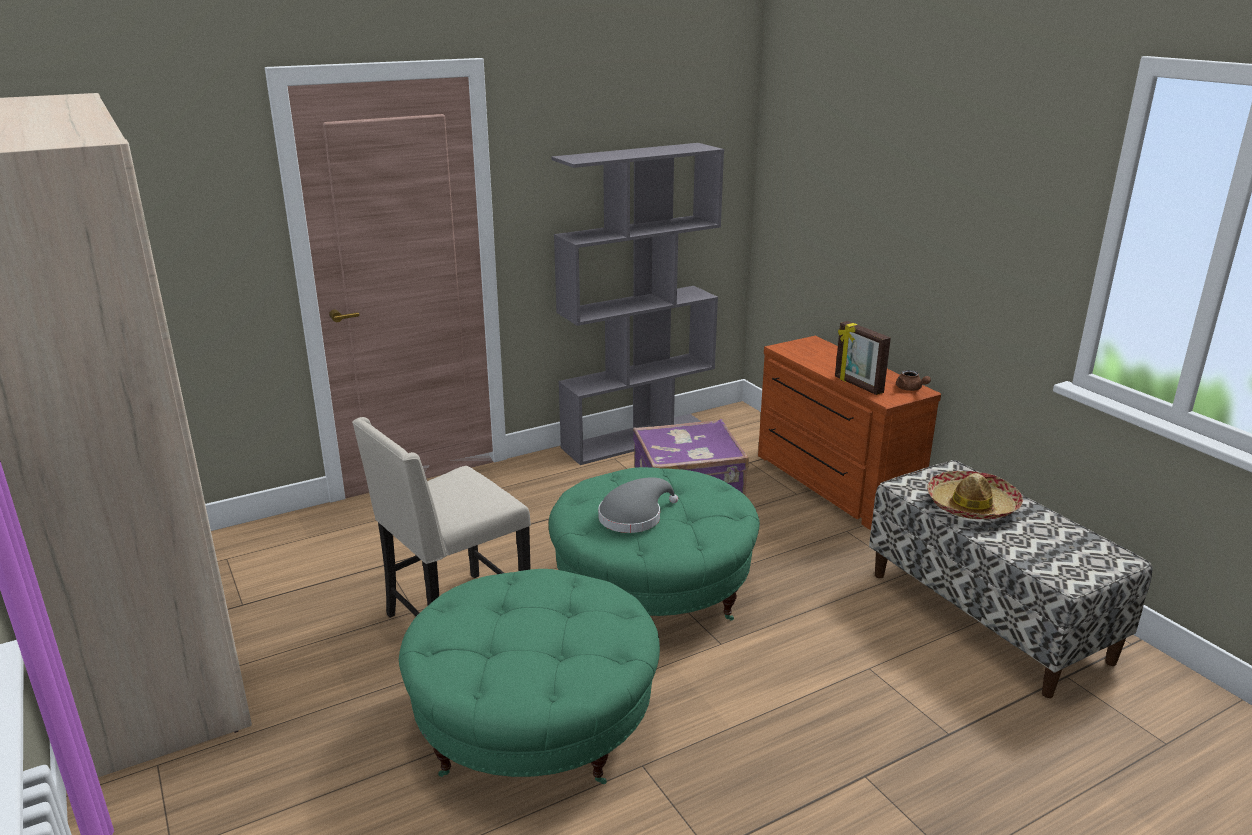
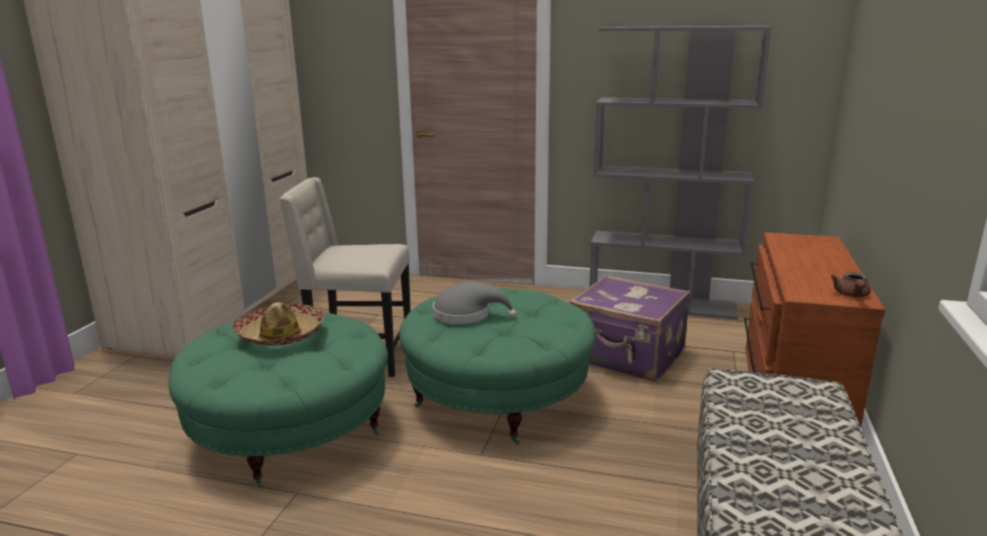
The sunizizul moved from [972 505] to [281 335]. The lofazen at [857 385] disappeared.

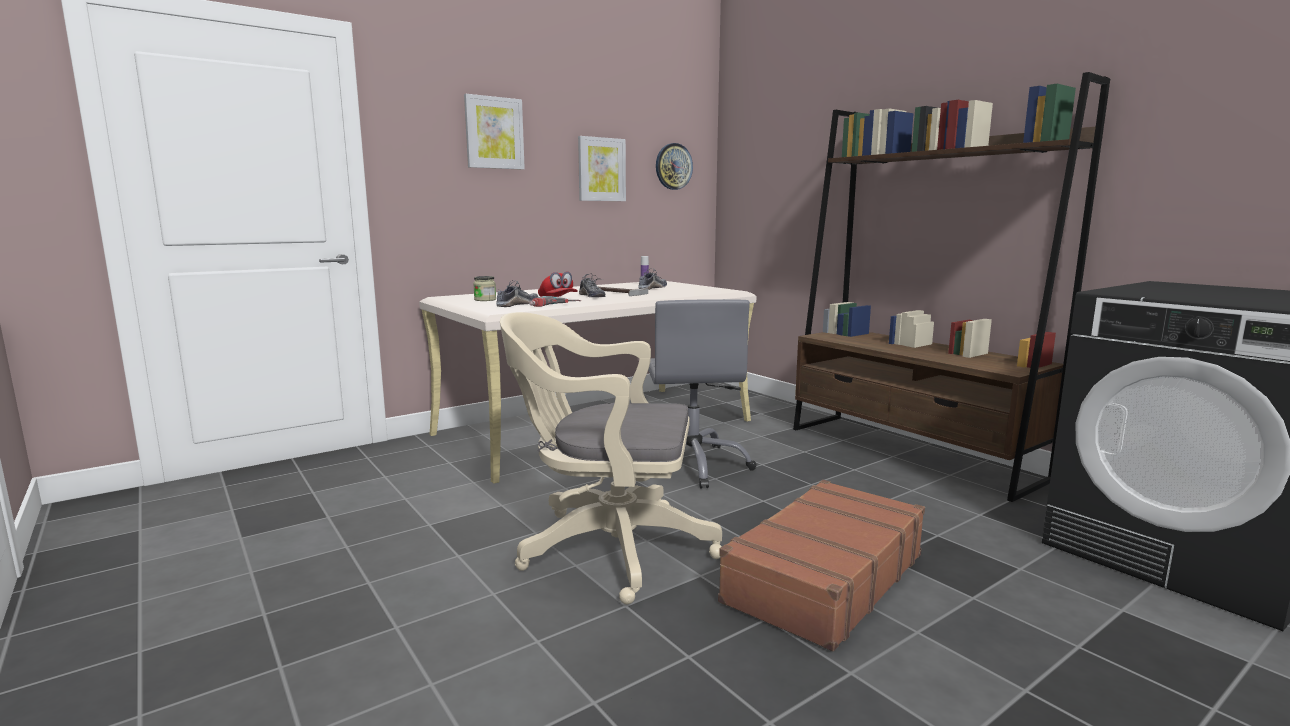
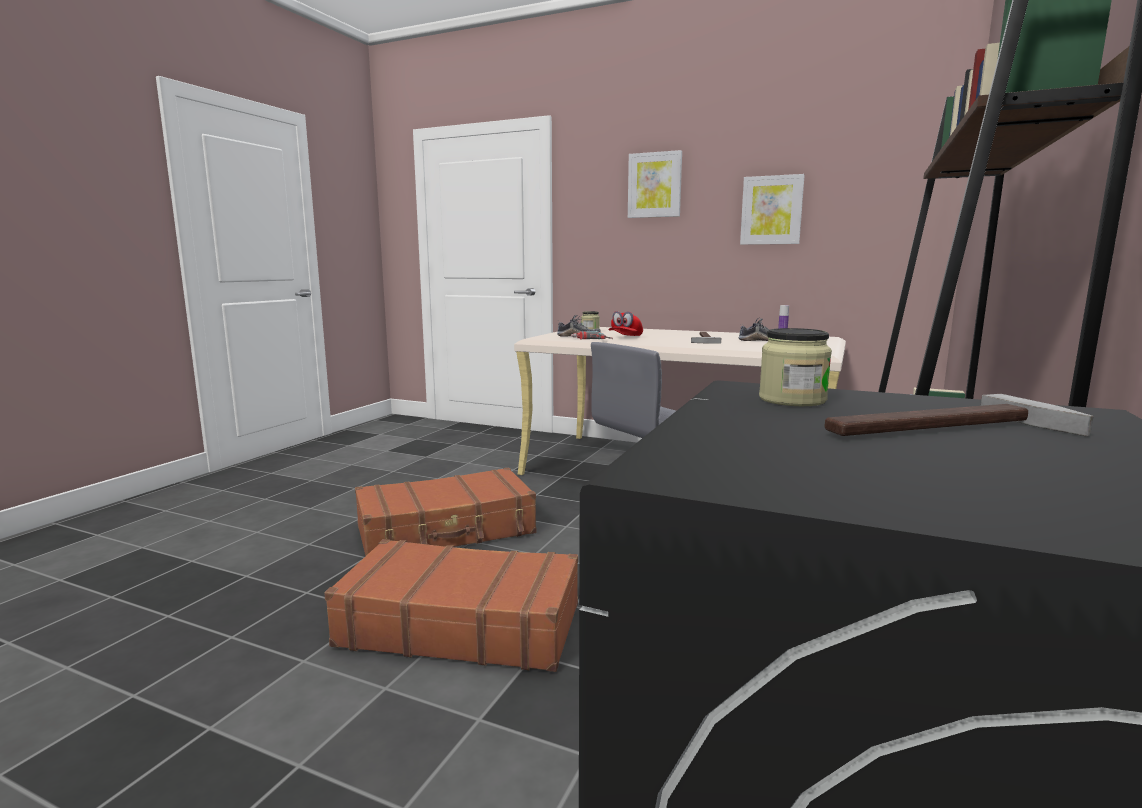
The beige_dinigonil at [606 548] was replaced by the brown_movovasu at [447 531]. The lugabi at [792 400] appeared. The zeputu at [948 431] appeared. The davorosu at [592 296] disappeared. The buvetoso at [673 166] disappeared.

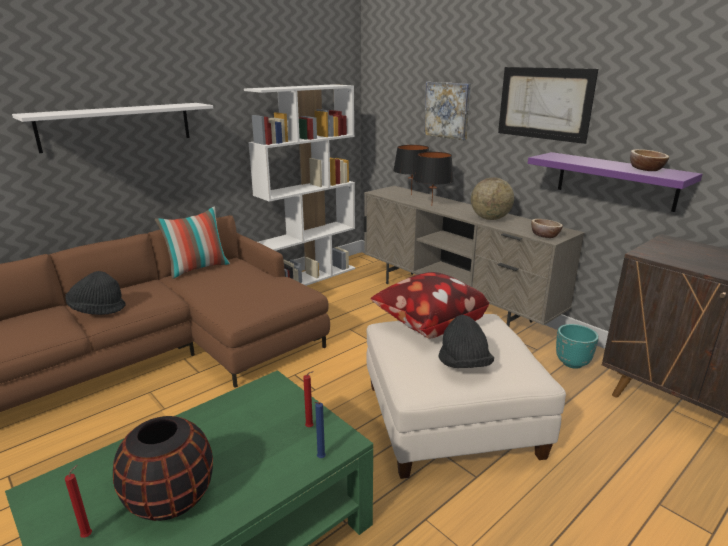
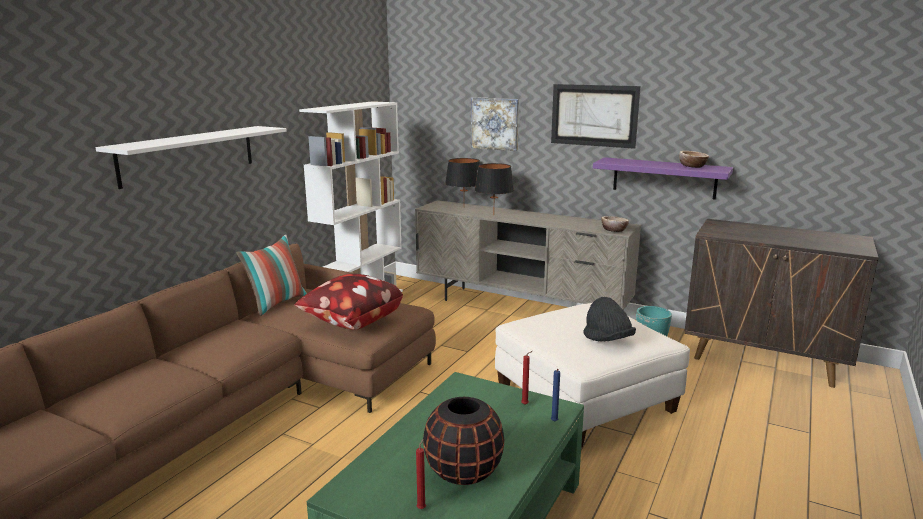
The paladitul moved from [427 325] to [351 322]. The black_sunizizul at [97 309] disappeared. The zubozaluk at [490 218] disappeared.

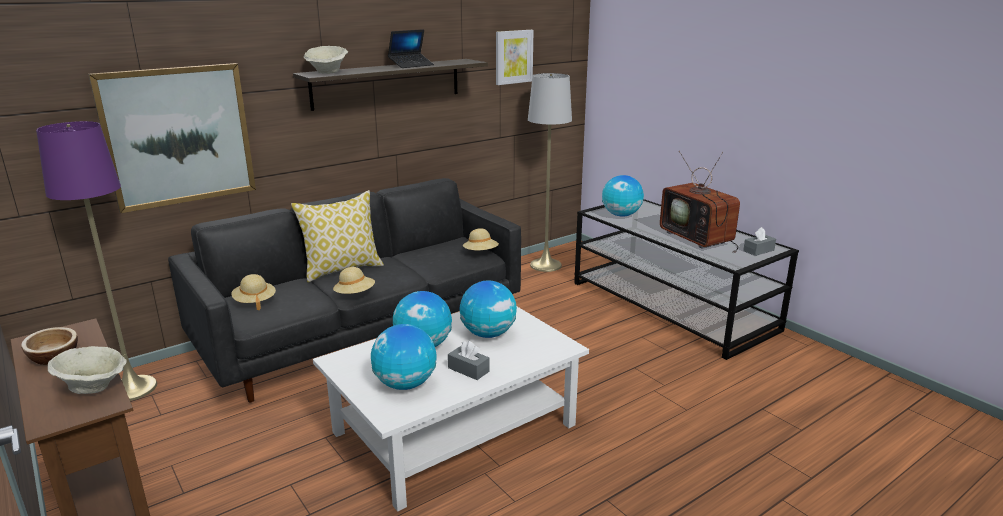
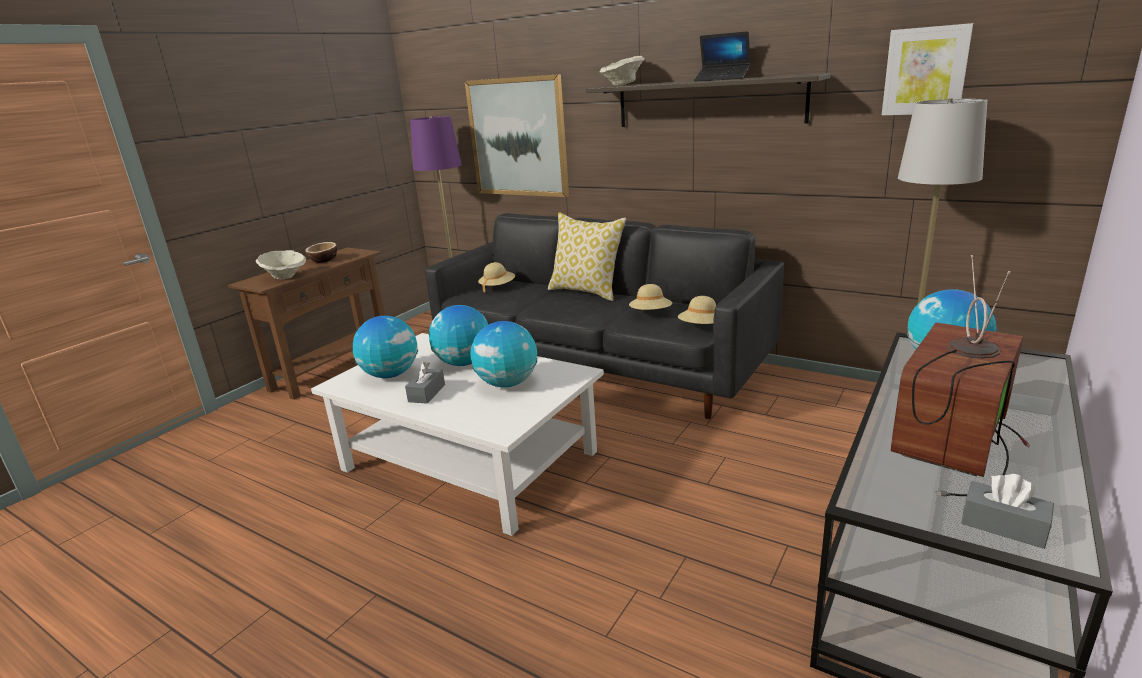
The beige_sunizizul moved from [355 294] to [650 314].

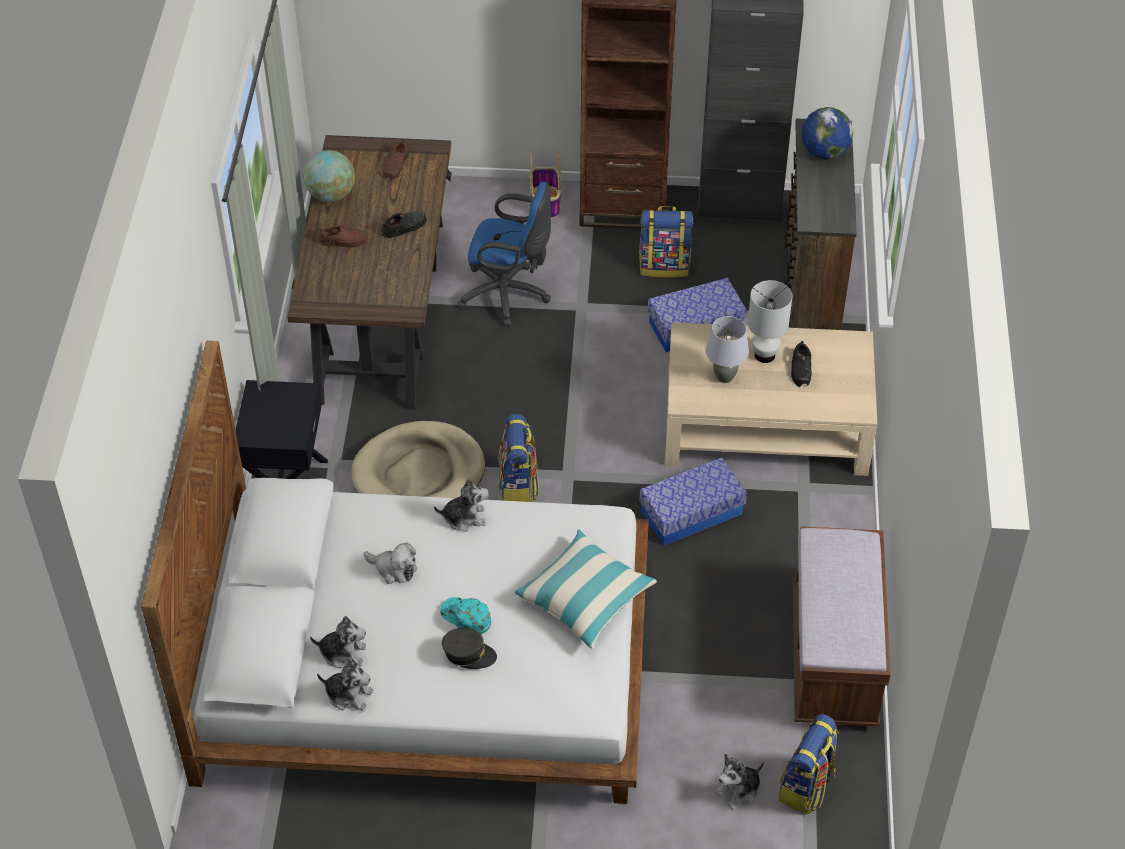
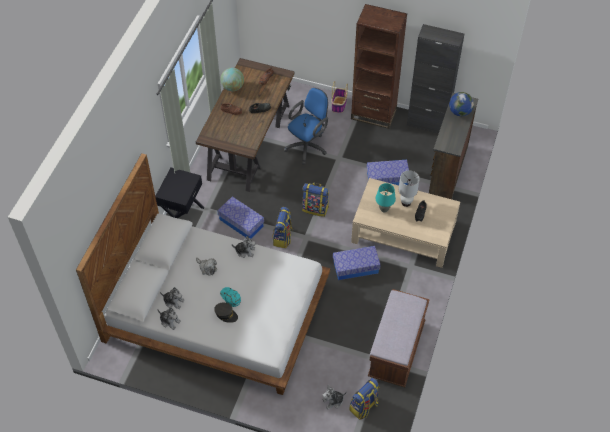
The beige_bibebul at [419 474] was replaced by the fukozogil at [241 223]. The blue_dinigonil at [508 295] turned 75 degrees counterclockwise. The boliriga moved from [664 265] to [315 208]. The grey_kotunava at [724 377] became the turquoise_kotunava at [384 209]. The paladitul at [585 598] disappeared.

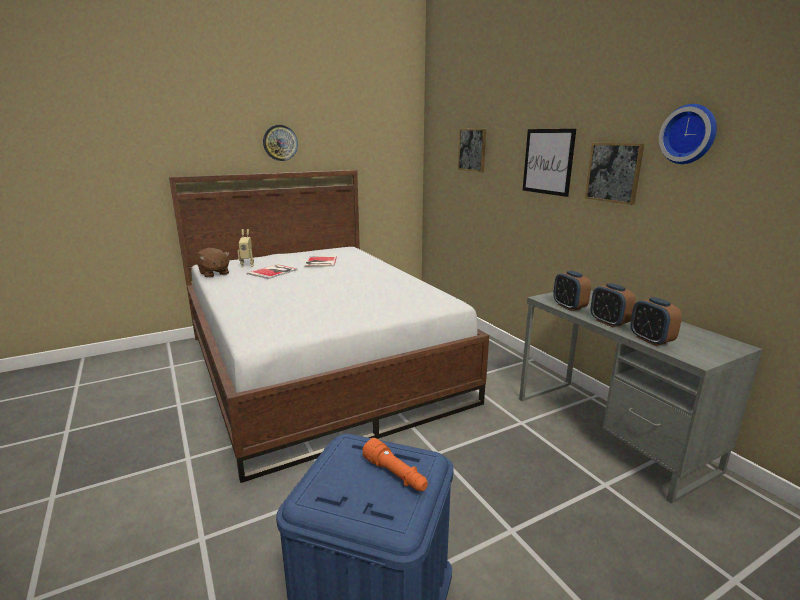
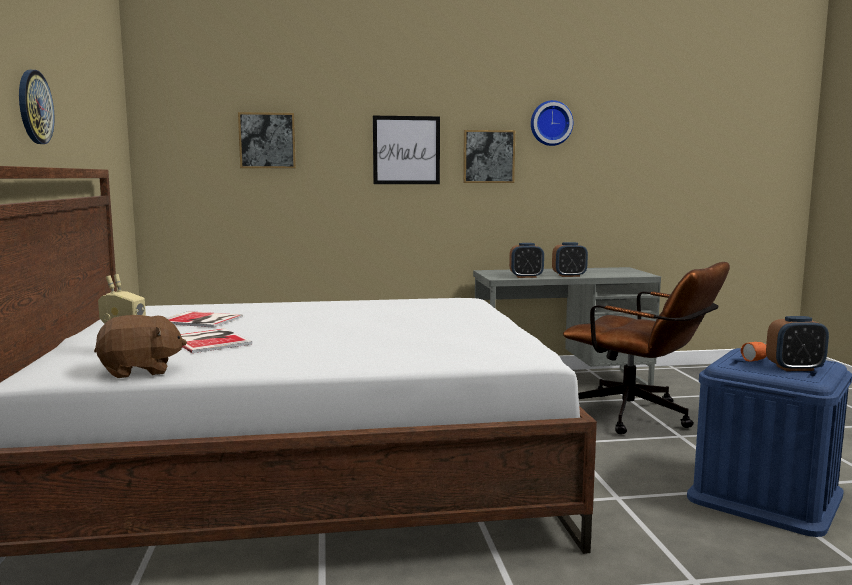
The brown_dinigonil at [639 417] appeared. The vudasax moved from [651 340] to [794 368].

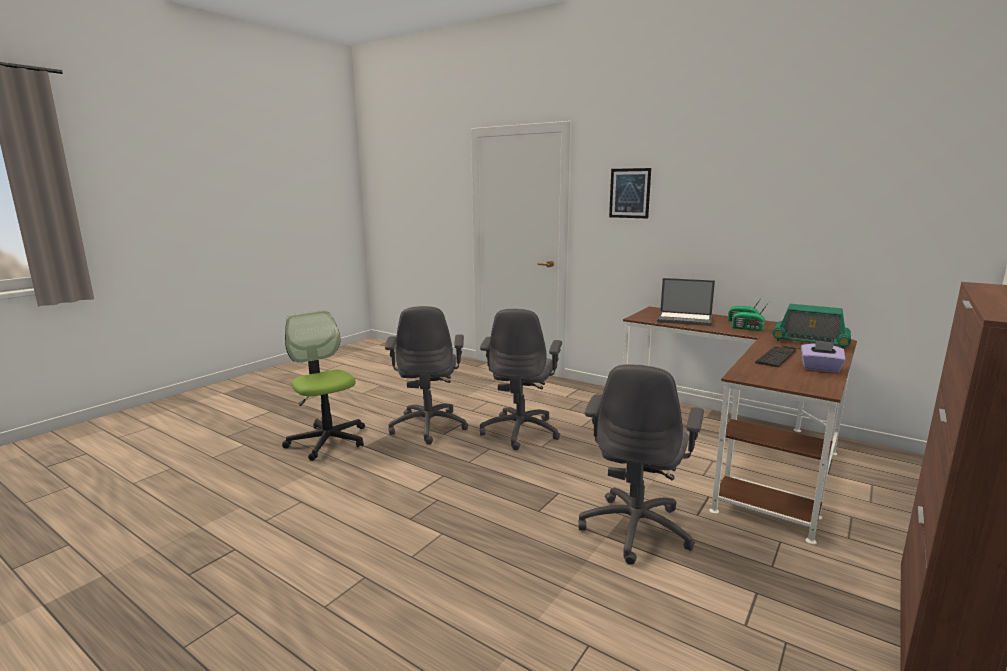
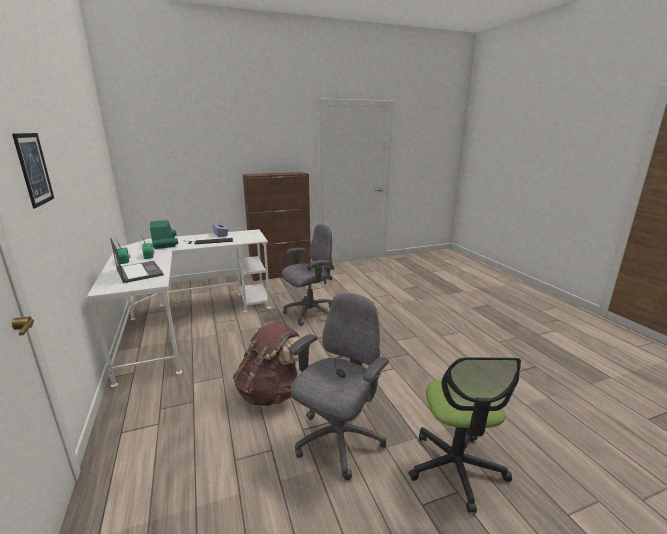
The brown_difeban at [738 448] became the white_difeban at [187 323]. The grey_dinigonil at [521 431] was replaced by the brown_boliriga at [271 392].

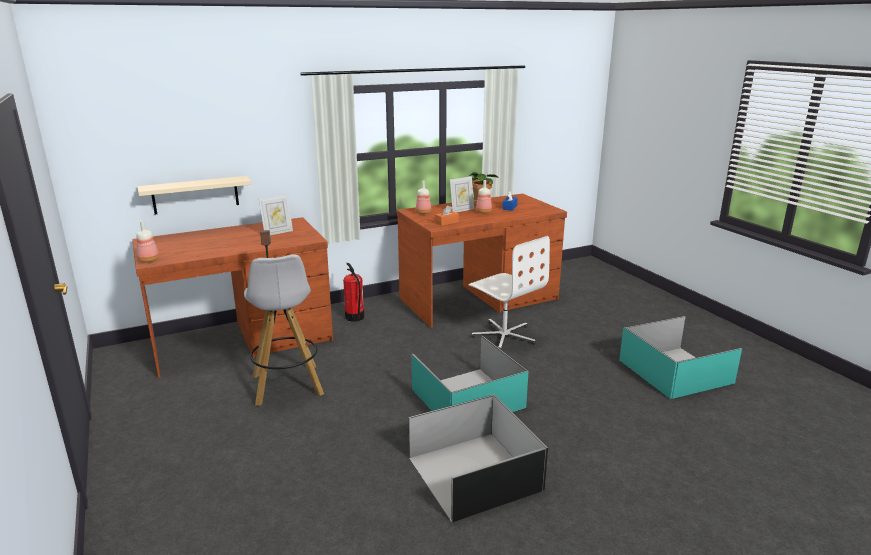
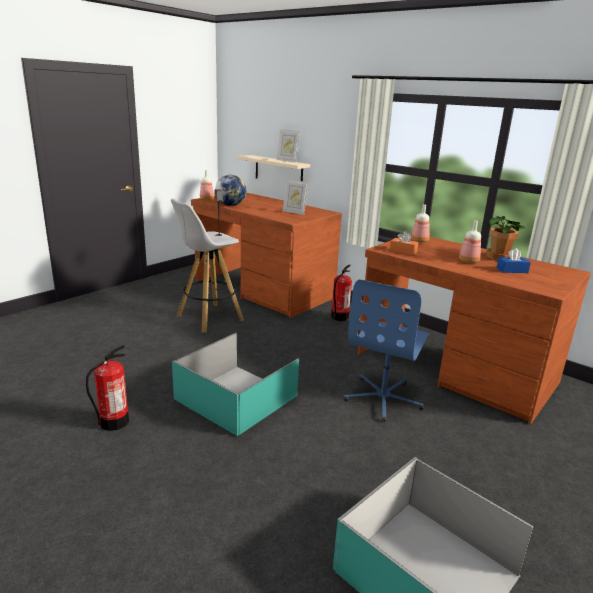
The black_fukozogil at [473 472] was replaced by the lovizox at [114 422]. The zubozaluk at [230 205] appeared. The lofazen moved from [461 210] to [287 160]. The white_dinigonil at [504 336] became the blue_dinigonil at [383 398].

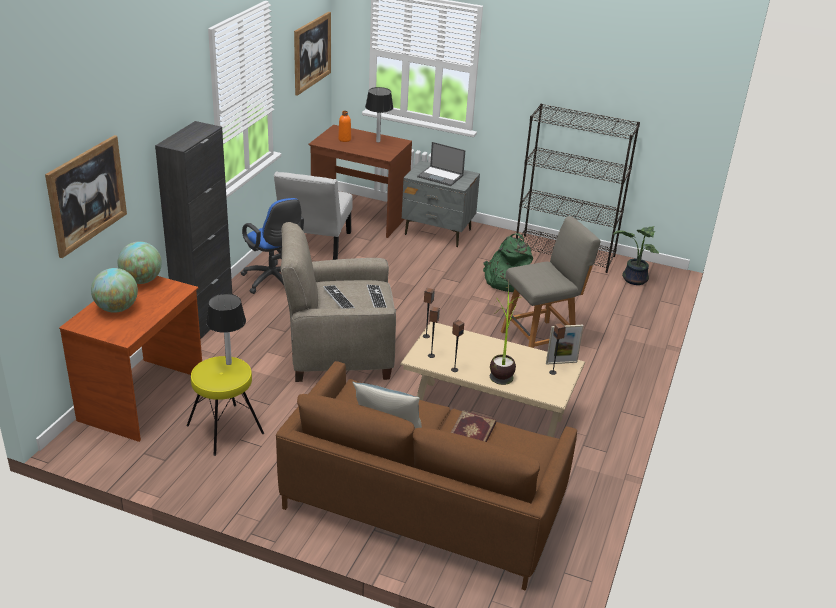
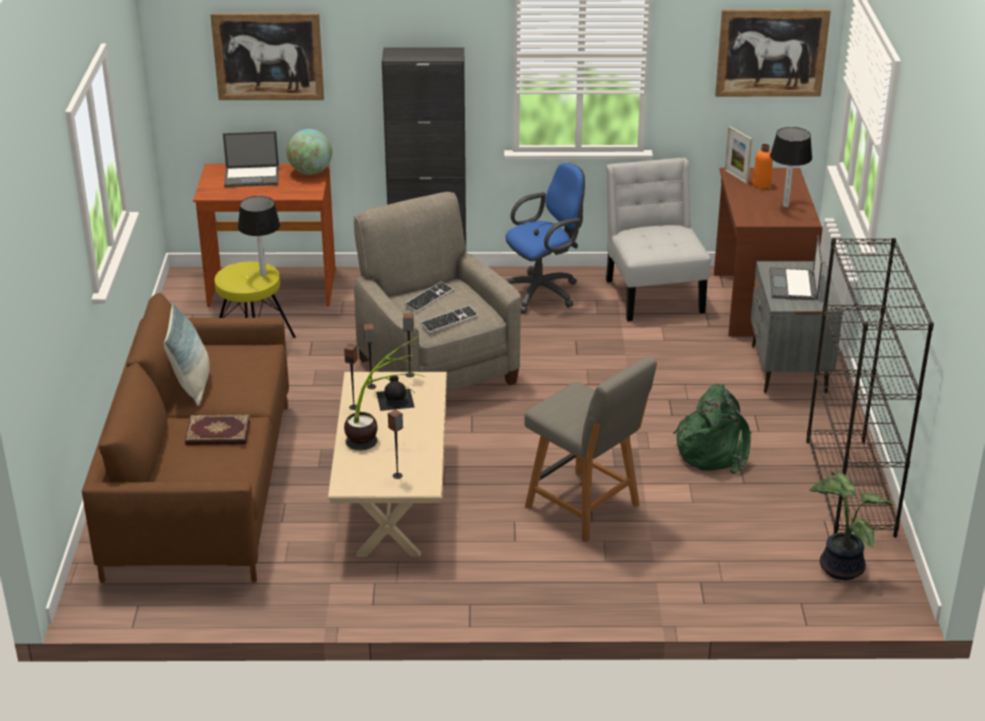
The zubozaluk at [117 308] was replaced by the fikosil at [252 176]. The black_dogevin at [395 399] appeared. The blue_dinigonil at [274 282] turned 150 degrees counterclockwise. The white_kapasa at [314 245] turned 90 degrees clockwise. The lofazen moved from [561 362] to [736 177].

